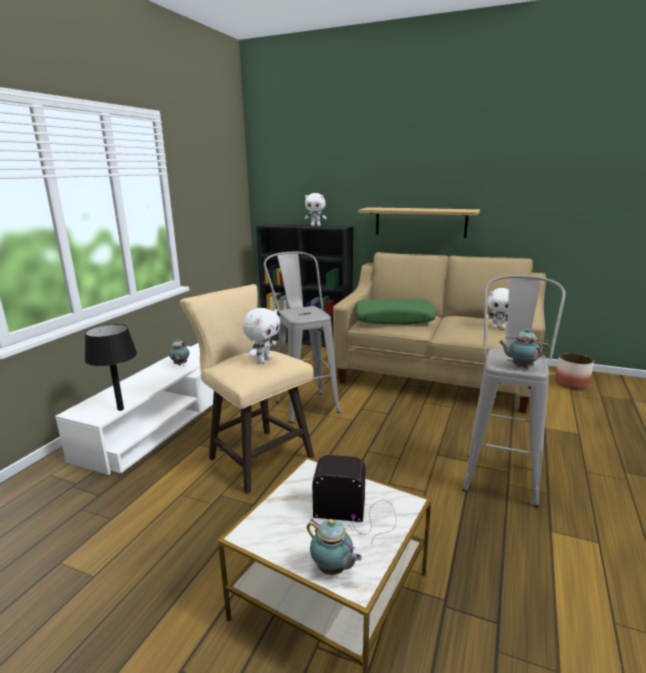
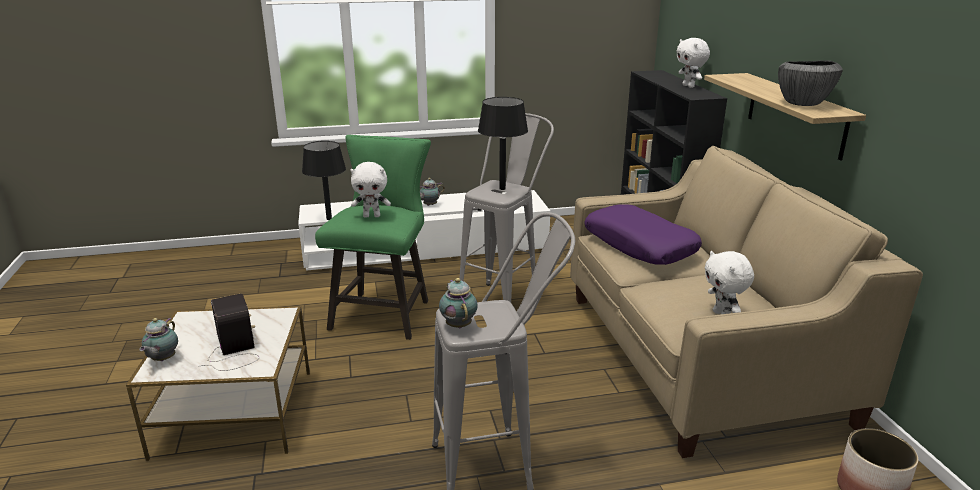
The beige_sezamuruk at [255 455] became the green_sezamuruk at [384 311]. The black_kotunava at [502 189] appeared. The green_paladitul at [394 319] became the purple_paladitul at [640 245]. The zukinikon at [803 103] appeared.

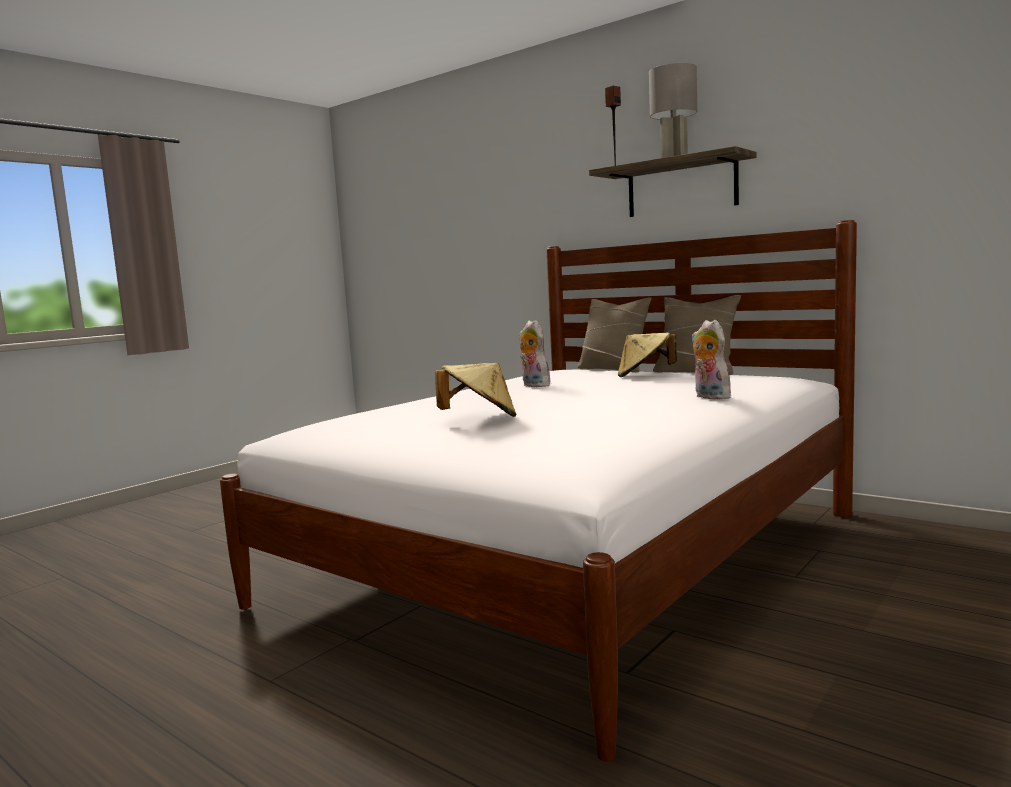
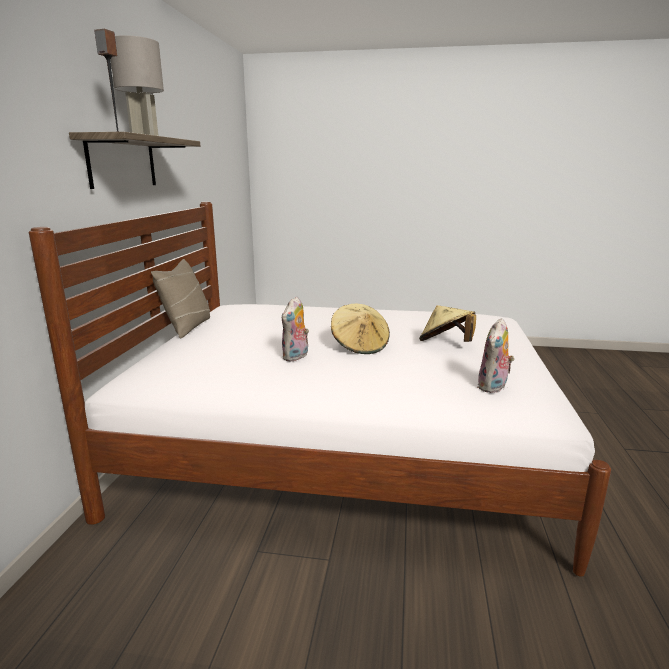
The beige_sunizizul moved from [644 375] to [360 346]. The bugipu moved from [709 397] to [493 387]. The beige_paladitul at [613 369] disappeared.

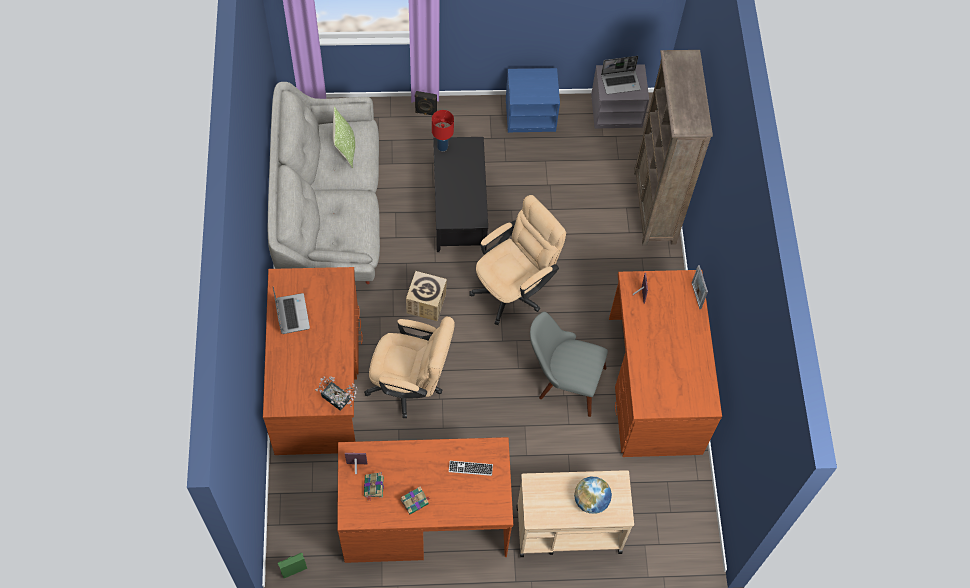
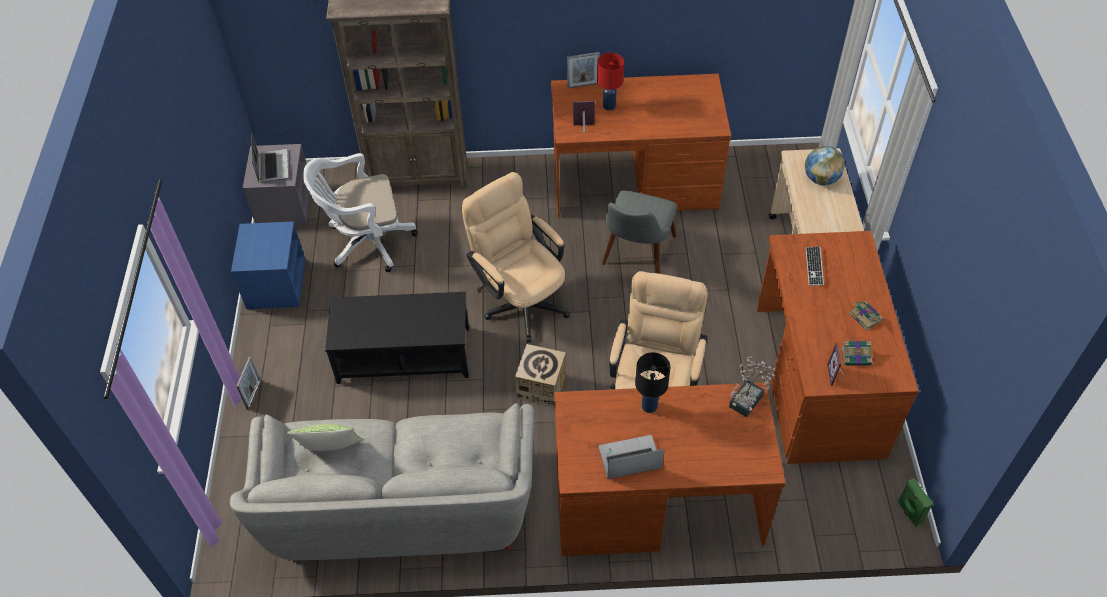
The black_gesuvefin at [425 113] was replaced by the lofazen at [254 395]. The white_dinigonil at [366 242] appeared. The red_kotunava moved from [442 147] to [609 106]. The black_kotunava at [649 406] appeared.

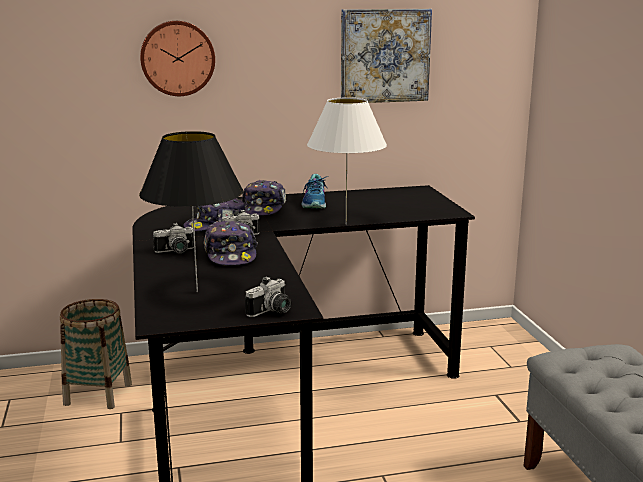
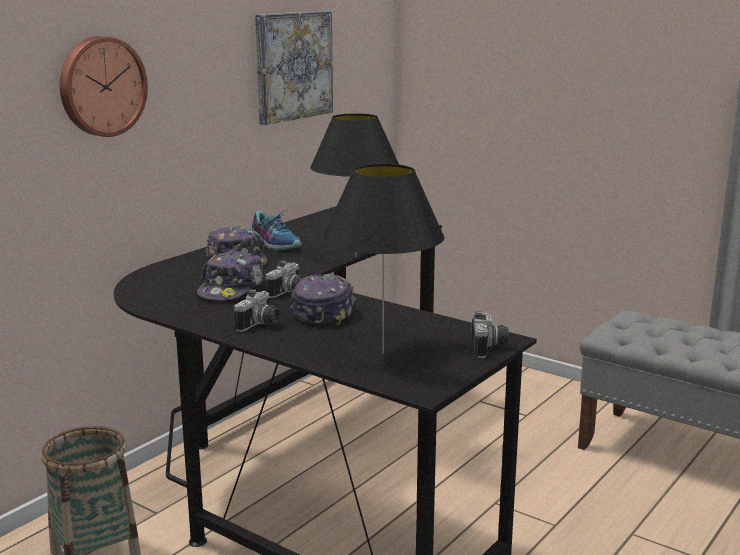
The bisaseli at [231 254] turned 120 degrees counterclockwise. The white_kotunava at [346 224] became the black_kotunava at [356 257].

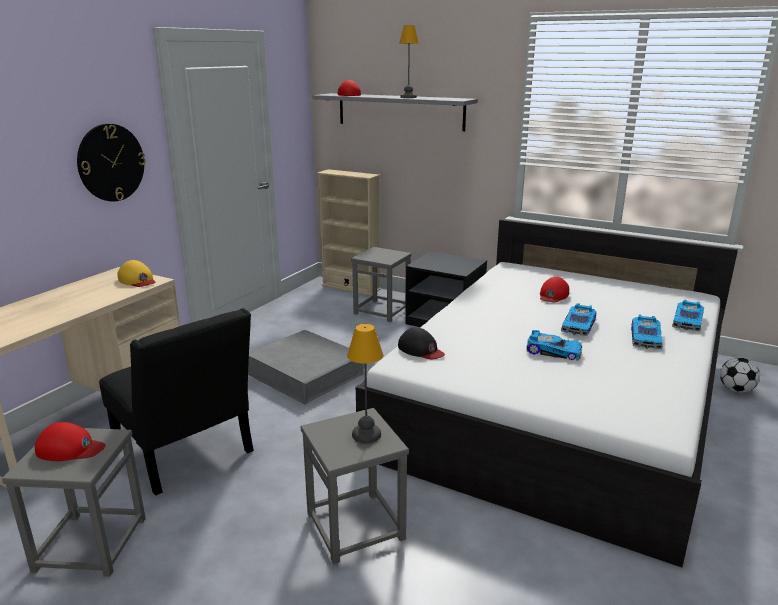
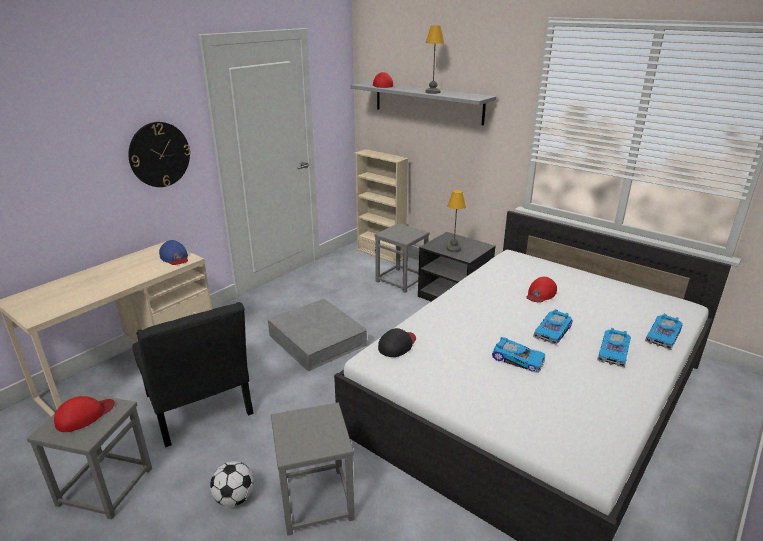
The red_bisaseli at [70 449] turned 60 degrees counterclockwise. The yellow_bisaseli at [137 280] became the blue_bisaseli at [175 257]. The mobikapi moved from [736 390] to [234 498]. The black_bisaseli at [421 349] turned 105 degrees counterclockwise. The kotunava moved from [365 435] to [453 249].

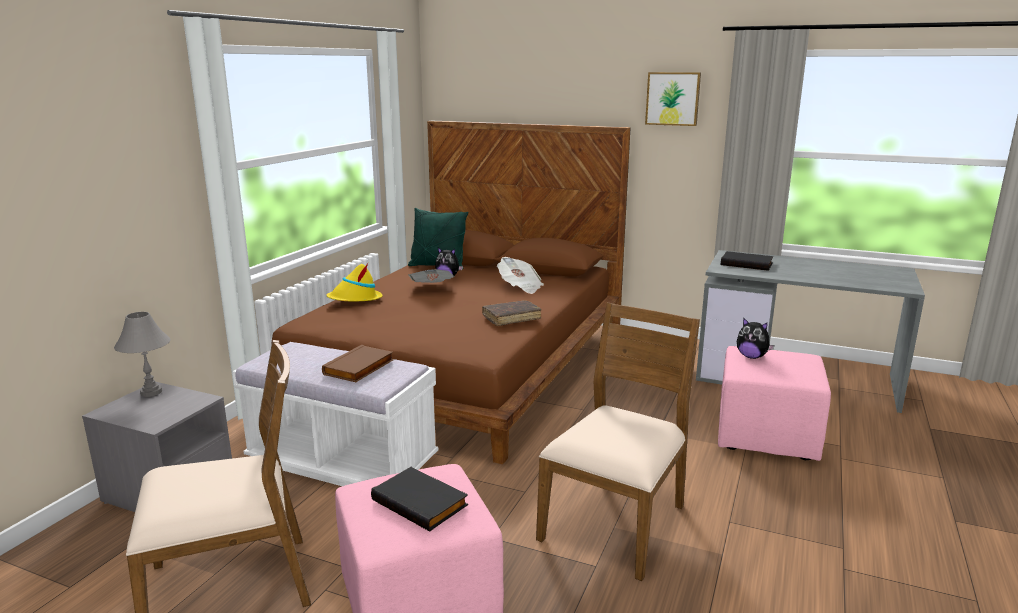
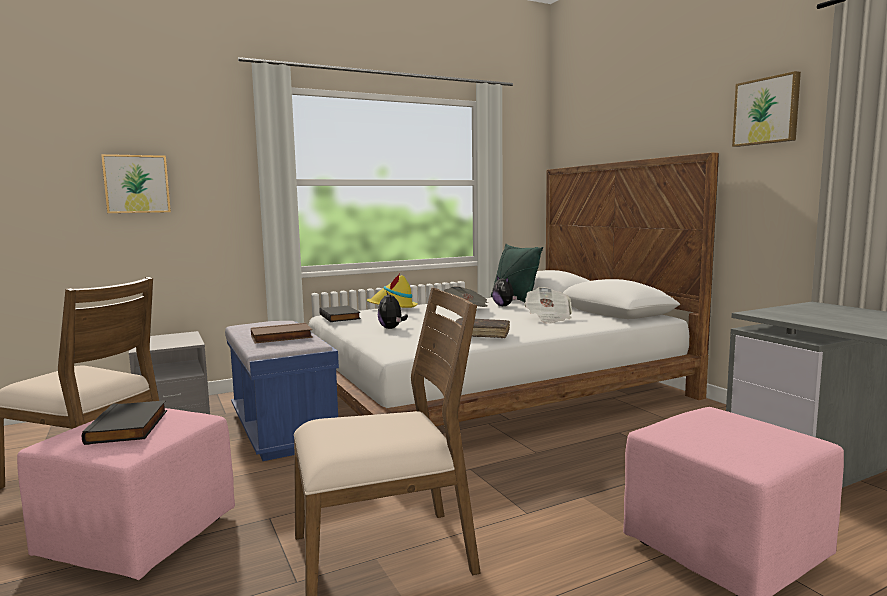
The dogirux at [137 184] appeared. The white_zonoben at [342 463] became the blue_zonoben at [282 429]. The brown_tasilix at [464 364] became the white_tasilix at [491 391]. The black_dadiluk moved from [747 264] to [341 317]. The bugipu moved from [752 357] to [392 328]. The grey_kotunava at [151 392] disappeared.

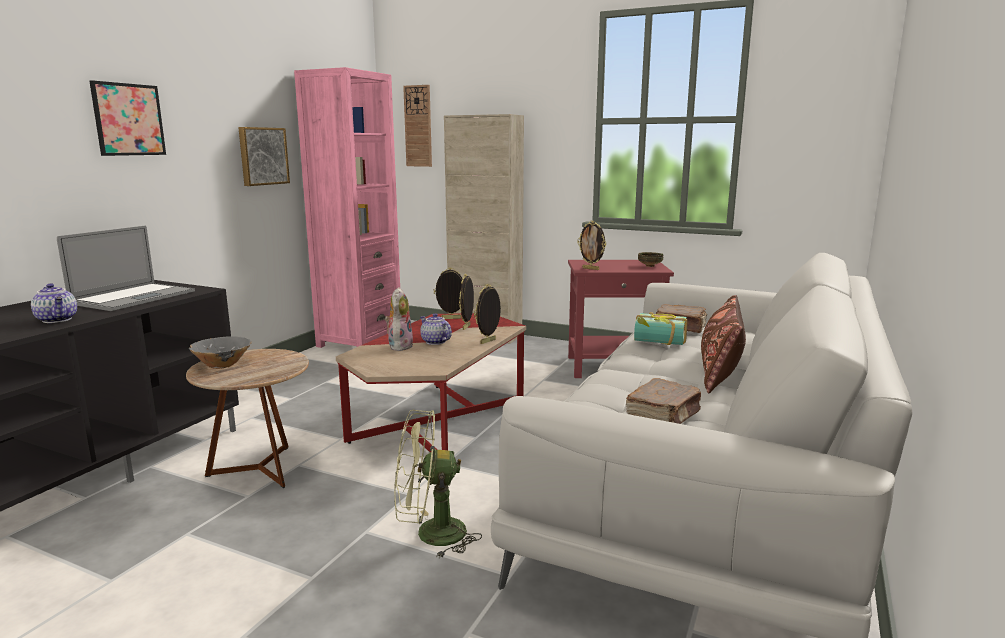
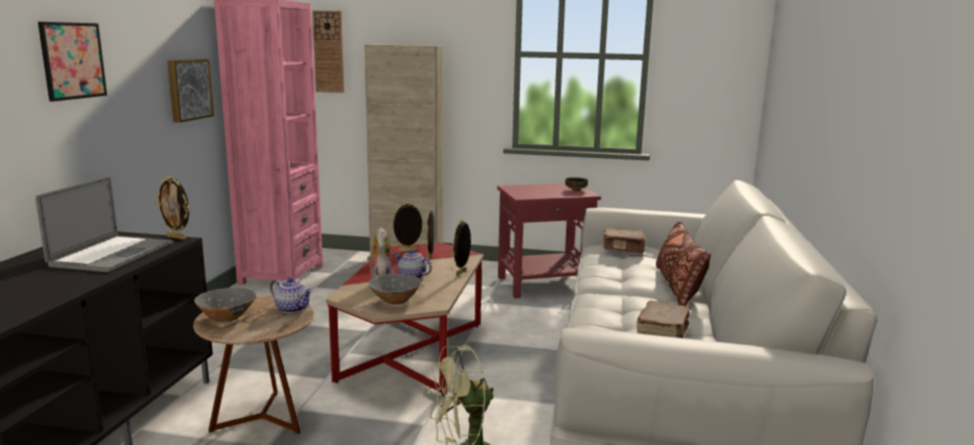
The lofazen moved from [591 269] to [177 237]. The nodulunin moved from [58 319] to [293 308]. The grey_zukinikon at [395 301] appeared. The dadiluk at [658 343] disappeared.

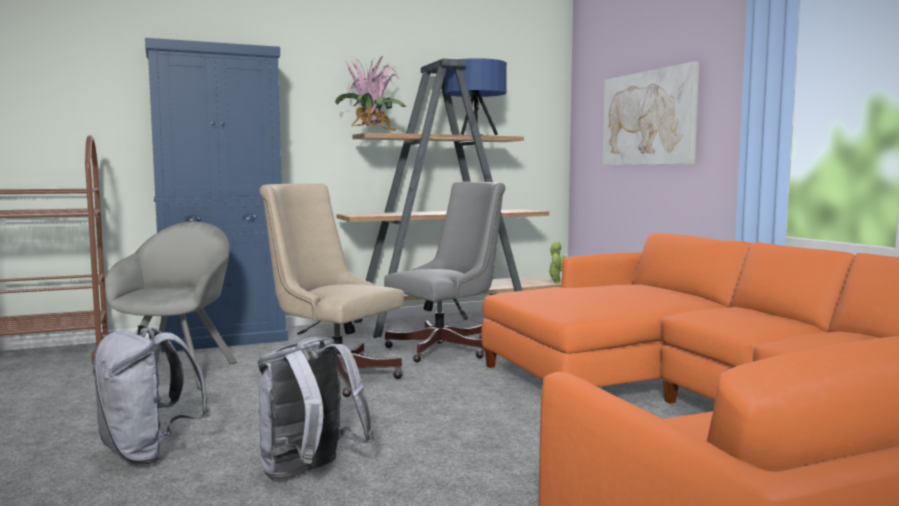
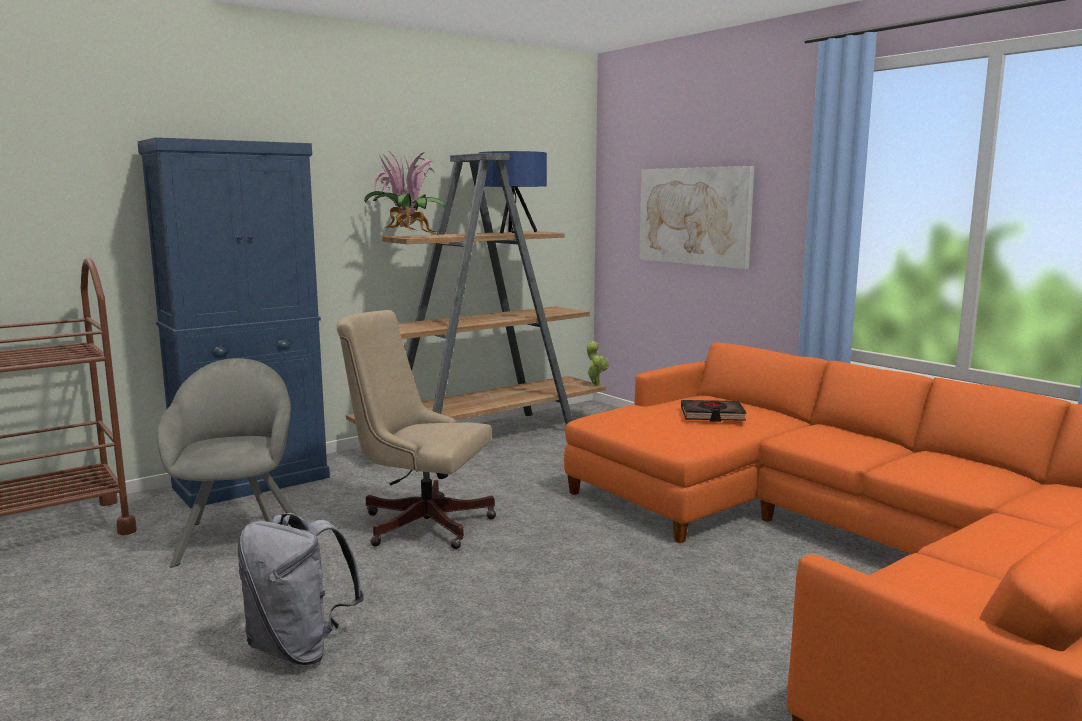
The black_dadiluk at [712 415] appeared. The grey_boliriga at [309 473] disappeared. The grey_dinigonil at [447 348] disappeared.

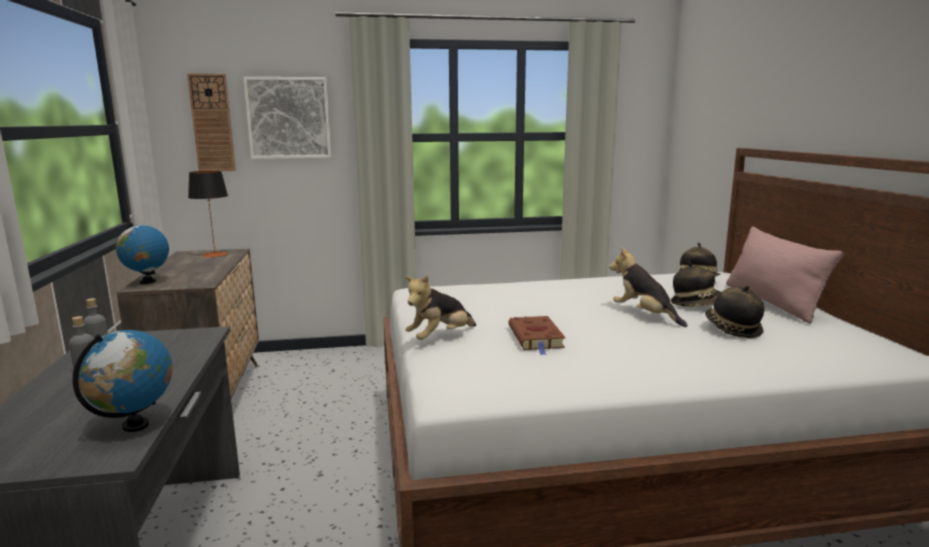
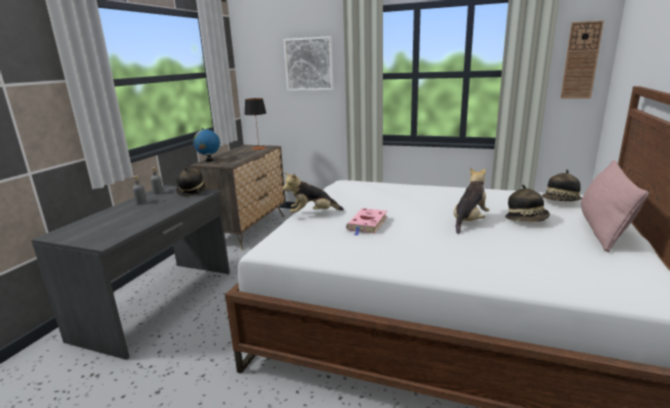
The sunizizul moved from [731 329] to [192 192]. The brown_dadiluk at [536 338] became the pink_dadiluk at [367 224]. The bugipu at [644 315] turned 45 degrees clockwise. The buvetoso moved from [212 123] to [581 61]. The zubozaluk at [135 426] disappeared.

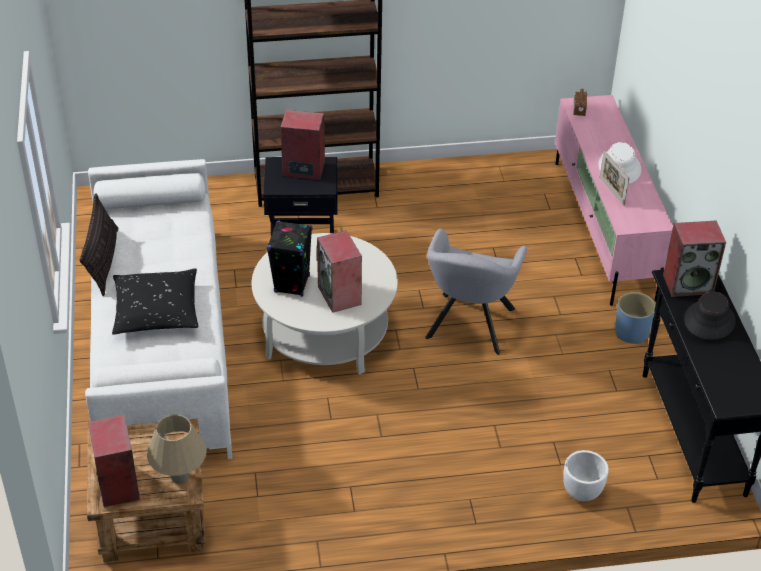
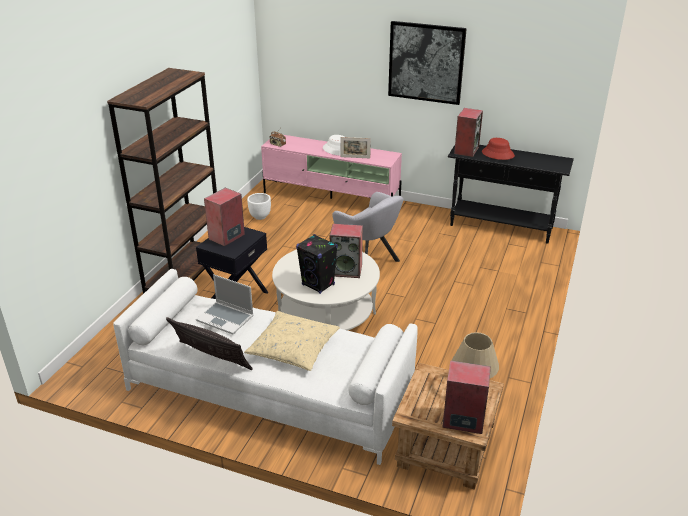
The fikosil at [226 318] appeared. The black_paladitul at [156 310] became the beige_paladitul at [293 348]. The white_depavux moved from [581 492] to [260 217]. The dogirux at [426 62] appeared. The black_sunizizul at [709 320] became the red_sunizizul at [497 154]. The blue_depavux at [632 333] disappeared.

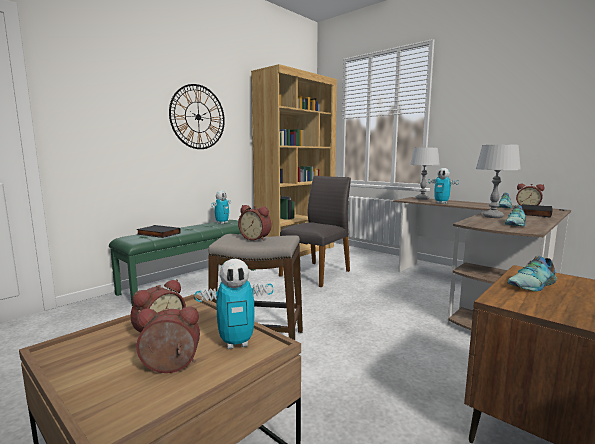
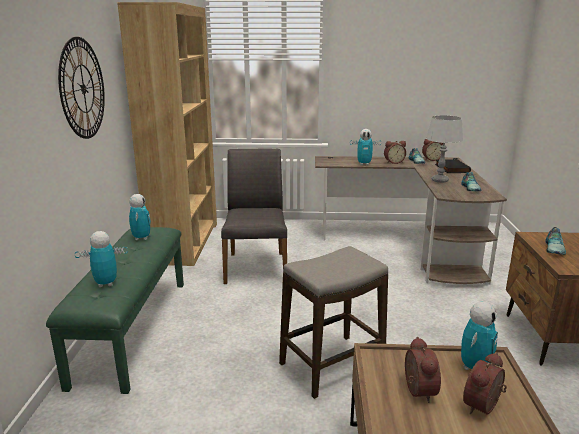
The black_dadiluk at [157 234] was replaced by the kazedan at [106 284]. The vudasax moved from [256 238] to [393 162]. The grey_kotunava at [422 199] disappeared.

